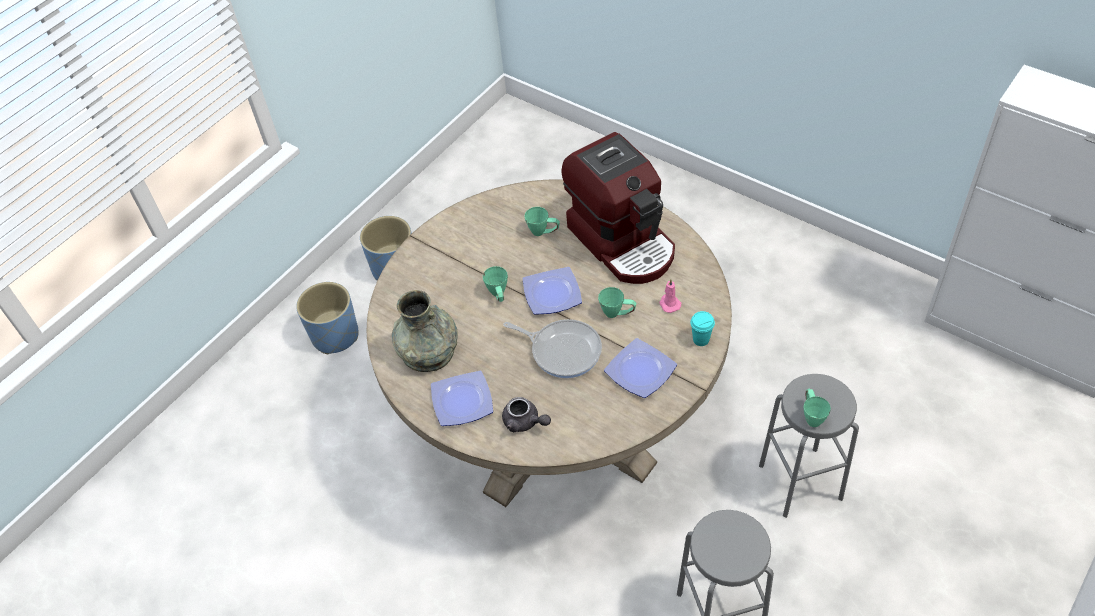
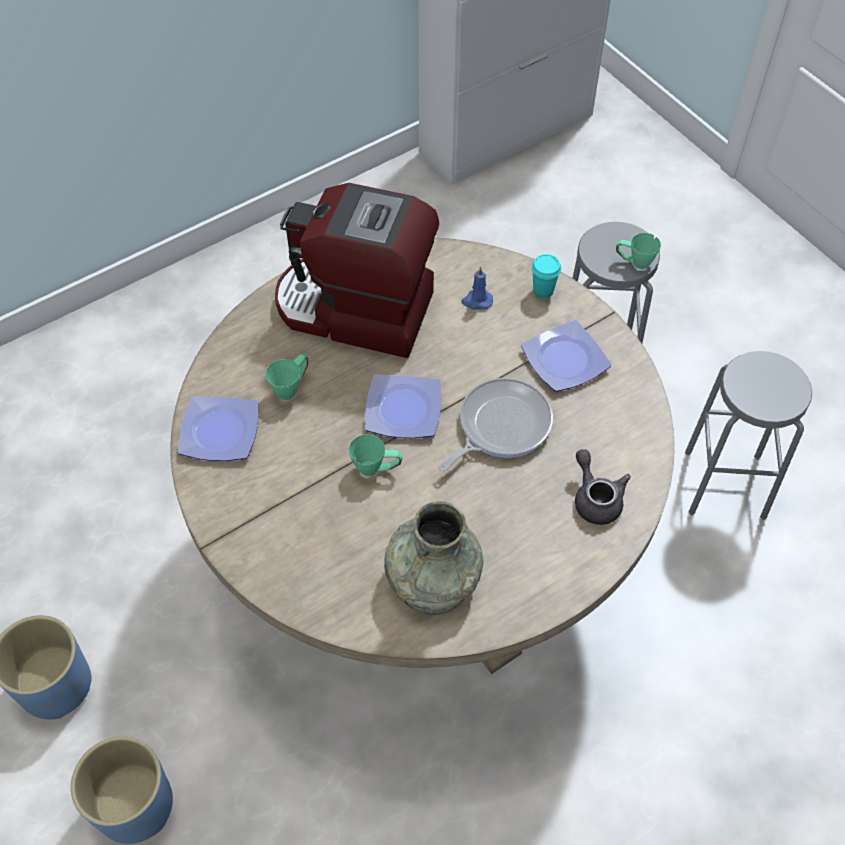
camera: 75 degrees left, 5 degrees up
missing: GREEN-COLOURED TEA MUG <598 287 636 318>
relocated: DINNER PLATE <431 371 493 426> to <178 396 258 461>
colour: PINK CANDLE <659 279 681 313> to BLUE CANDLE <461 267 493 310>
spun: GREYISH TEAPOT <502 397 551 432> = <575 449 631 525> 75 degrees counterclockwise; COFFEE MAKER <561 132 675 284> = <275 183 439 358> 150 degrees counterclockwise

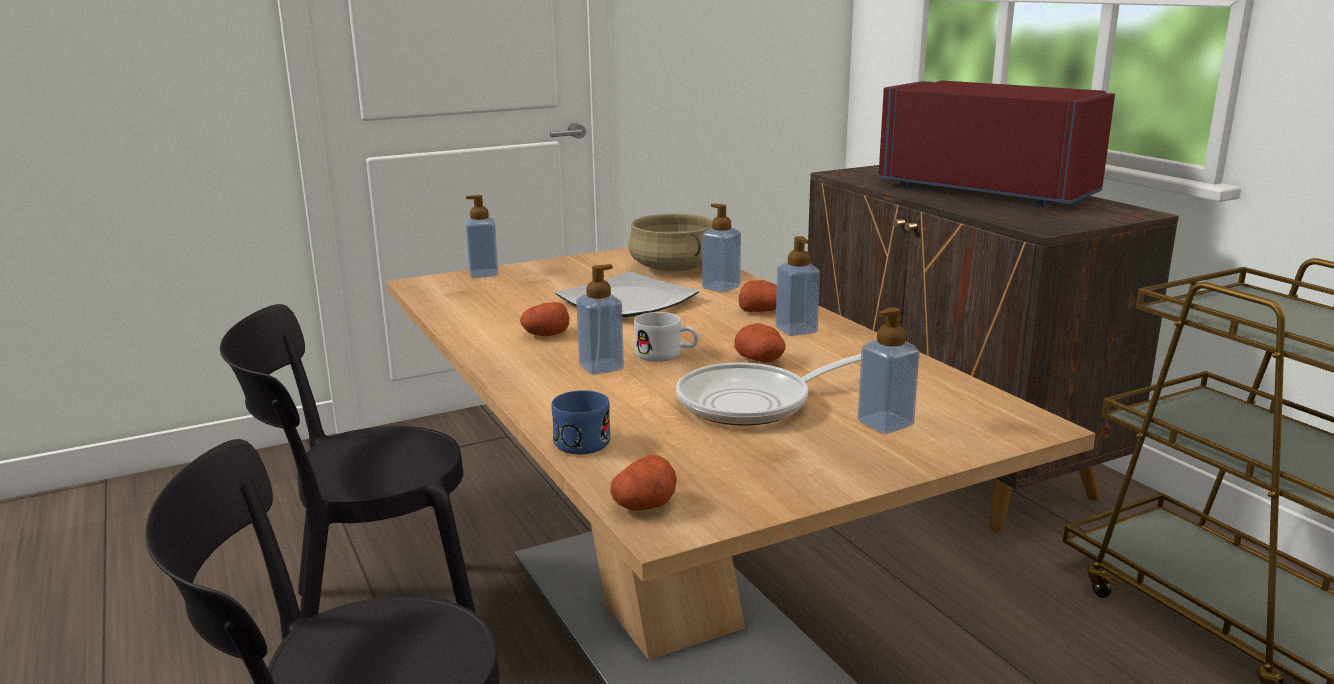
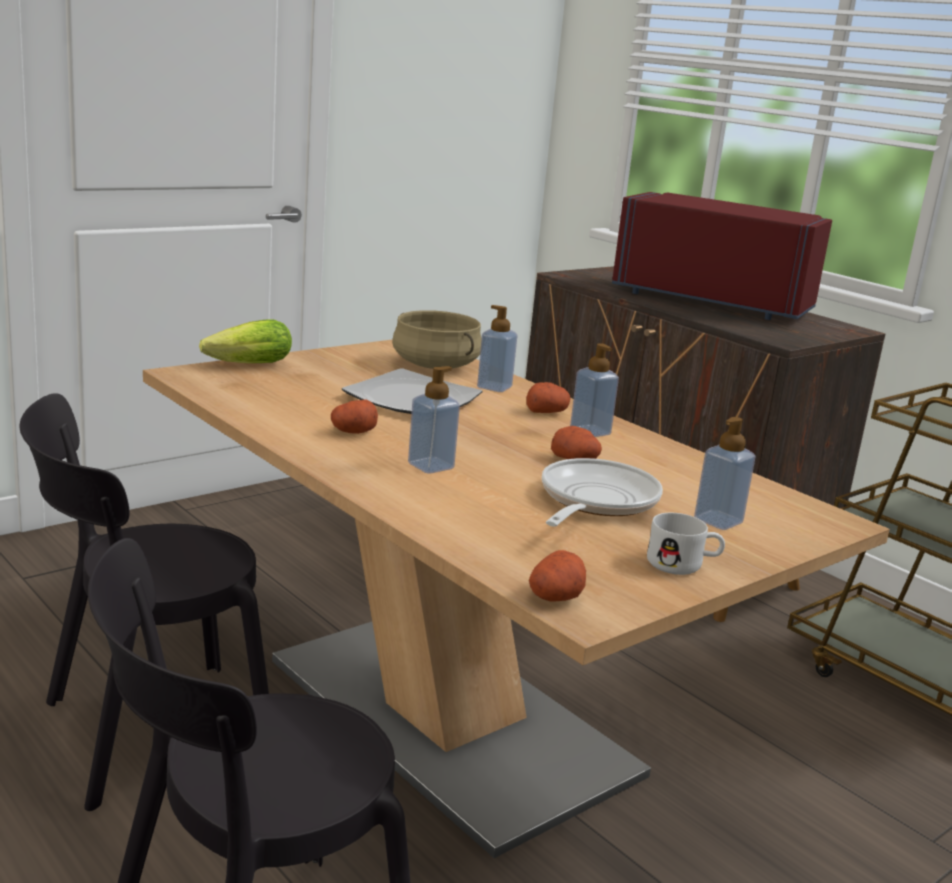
camera: 15 degrees left, 0 degrees up
missing: BLUE TEA MUG <552 390 611 454>
relocated: WHITE TEA MUG <634 312 699 362> to <647 513 725 575>
exchanged: SOAP BOTTLE <465 195 499 278> to HEAD OF LETTUCE <199 320 292 363>
spun: PAN <676 354 861 426> = <542 458 663 527> 150 degrees clockwise

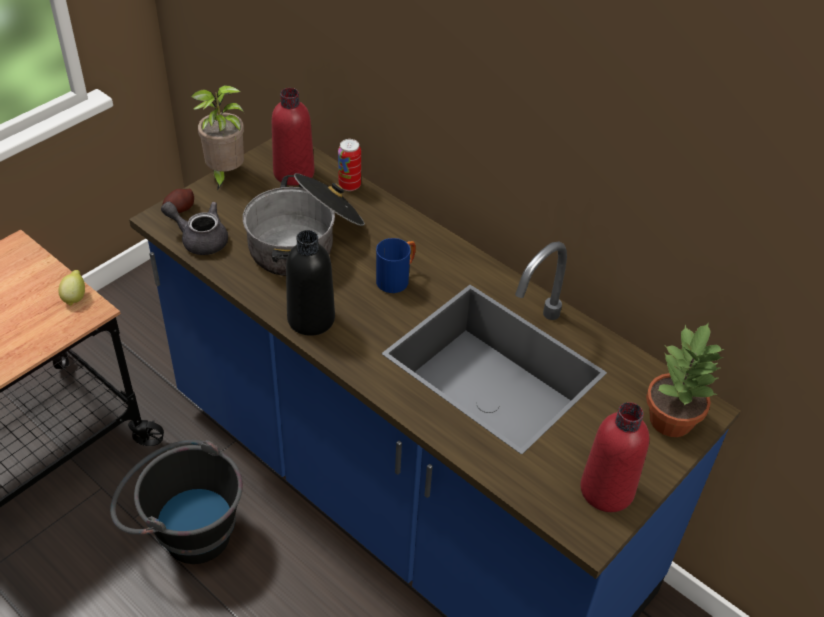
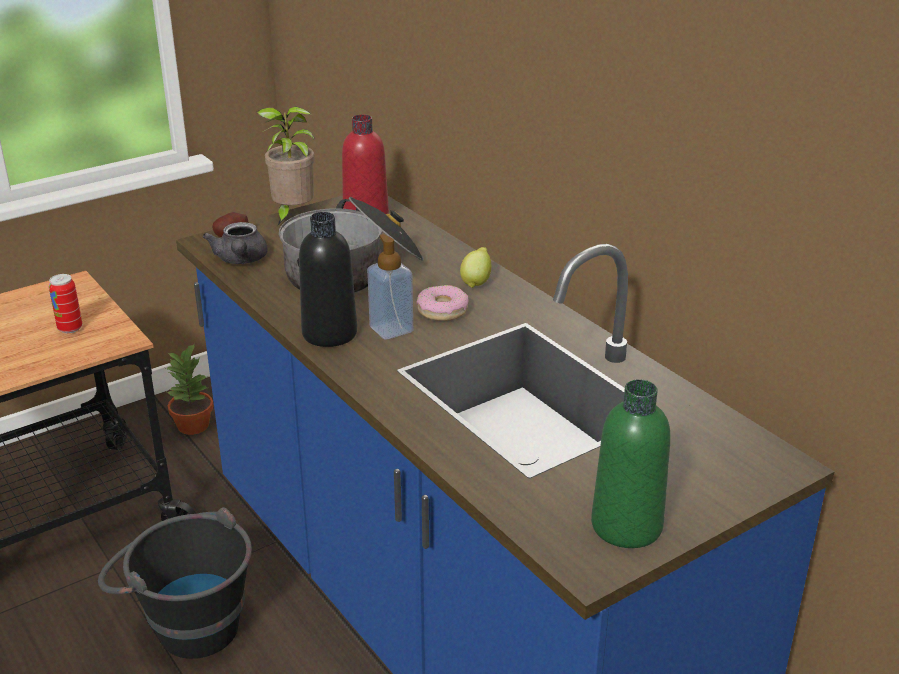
camera: 15 degrees right, 15 degrees down
appeared: SOAP BOTTLE <367 234 413 340>
relocated: WHOLE LEMON <58 270 85 306> to <460 247 491 288>; METAL CAN <338 139 361 191> to <49 274 82 333>; PLANT IN A POT <646 322 725 437> to <165 343 213 435>
exchanged: BLUE TEA MUG <376 238 416 293> to DOUGHNUT <417 285 469 321>
colour: REDDISH BEVERAGE BOTTLE <580 402 649 512> to GREEN-COLOURED BEVERAGE BOTTLE <591 379 671 548>
spun: GREYISH TEAPOT <161 201 228 255> = <203 222 267 264> 135 degrees counterclockwise

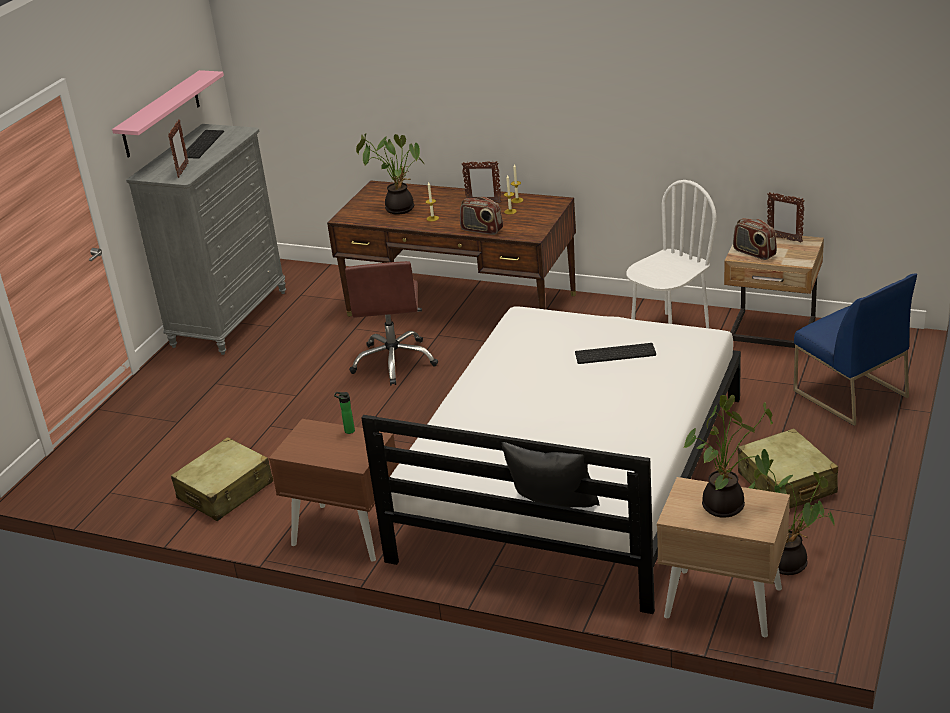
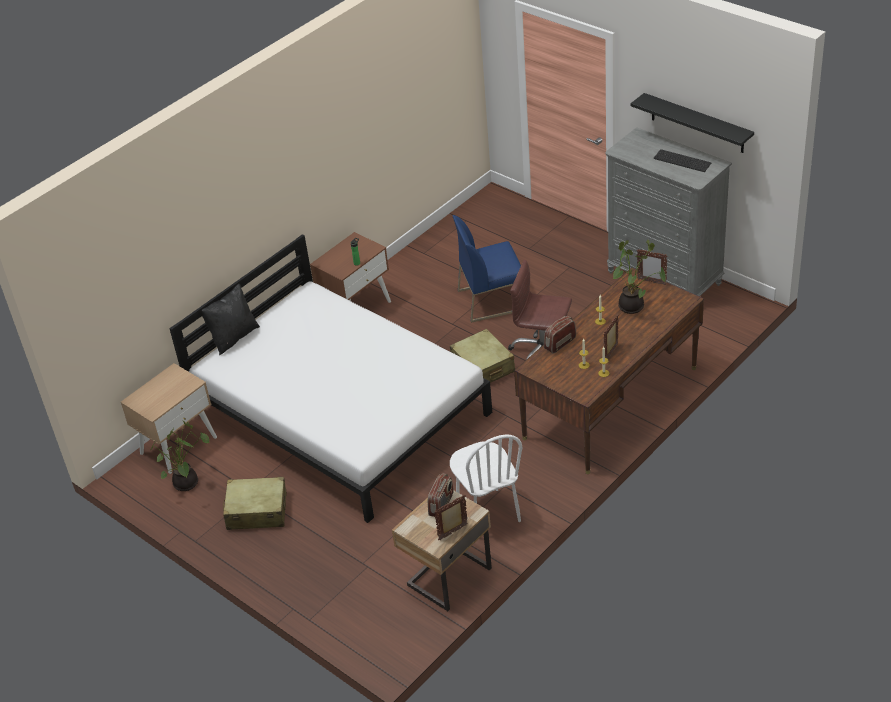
camera: 110 degrees right, 10 degrees up
missing: COMPUTER KEYBOARD <575 343 656 364>; PLANT IN A POT <683 395 773 518>
relocated: PICTURE FRAME <168 119 189 178> to <637 249 667 285>; BEIGE-COLOURED PIECE OF LUGGAGE <171 437 273 521> to <450 329 515 383>; BLUE UPRIGHT CHAIR <793 273 917 426> to <452 215 521 323>
colour: PINK BRACKET SHELF <112 70 224 158> to BLACK BRACKET SHELF <631 93 754 153>
spun: RADIO SET <733 218 777 260> = <428 473 454 517> 135 degrees clockwise

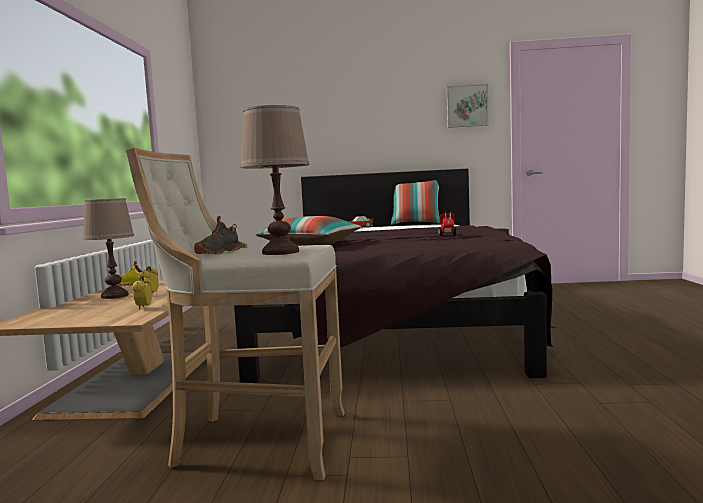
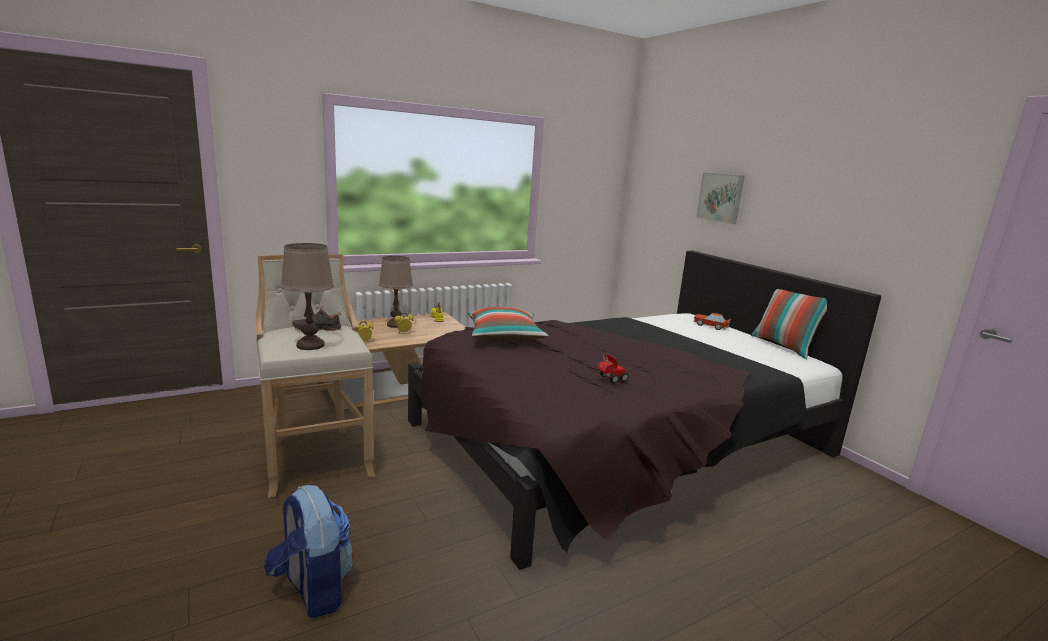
camera: 55 degrees right, 10 degrees up
appeared: RUCKSACK <264 485 353 618>
relocated: WALL ART <447 84 489 128> to <696 172 744 224>

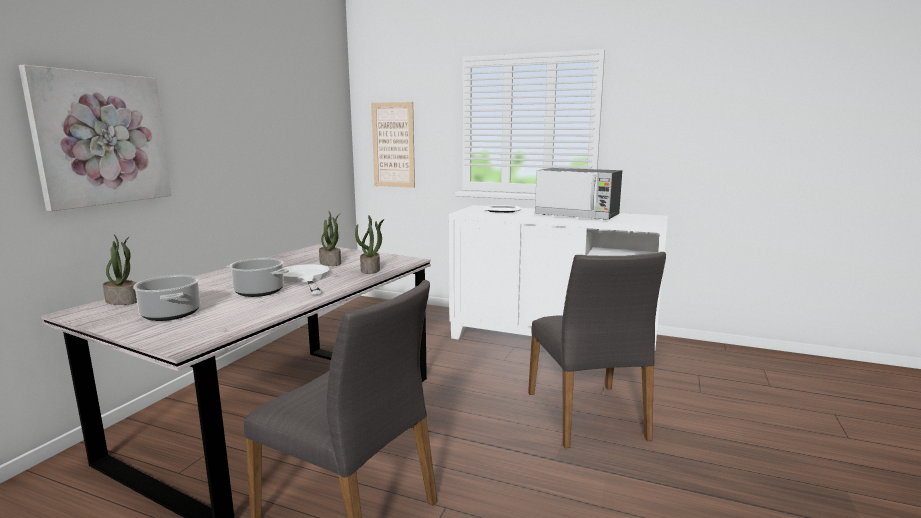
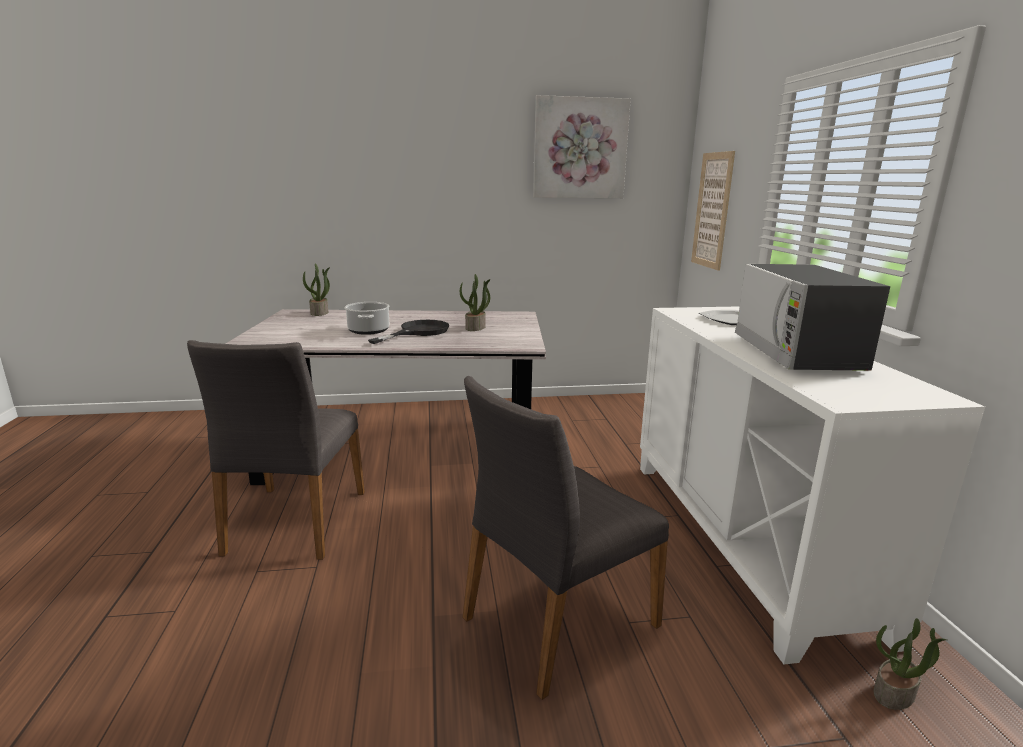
camera: 60 degrees right, 5 degrees up
missing: STOCKPOT <133 275 200 321>
relocated: WALL ART <19 65 172 211> to <533 95 631 198>; PLANT IN A POT <355 215 384 274> to <873 618 947 710>
colour: WHITE PAN <283 264 329 295> to BLACK PAN <368 320 449 344>

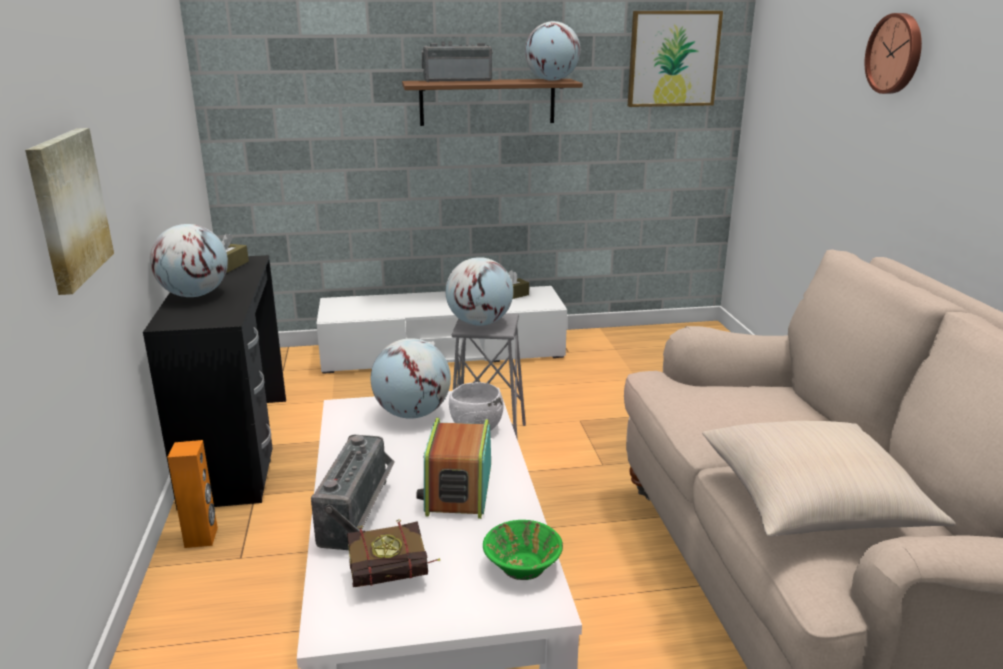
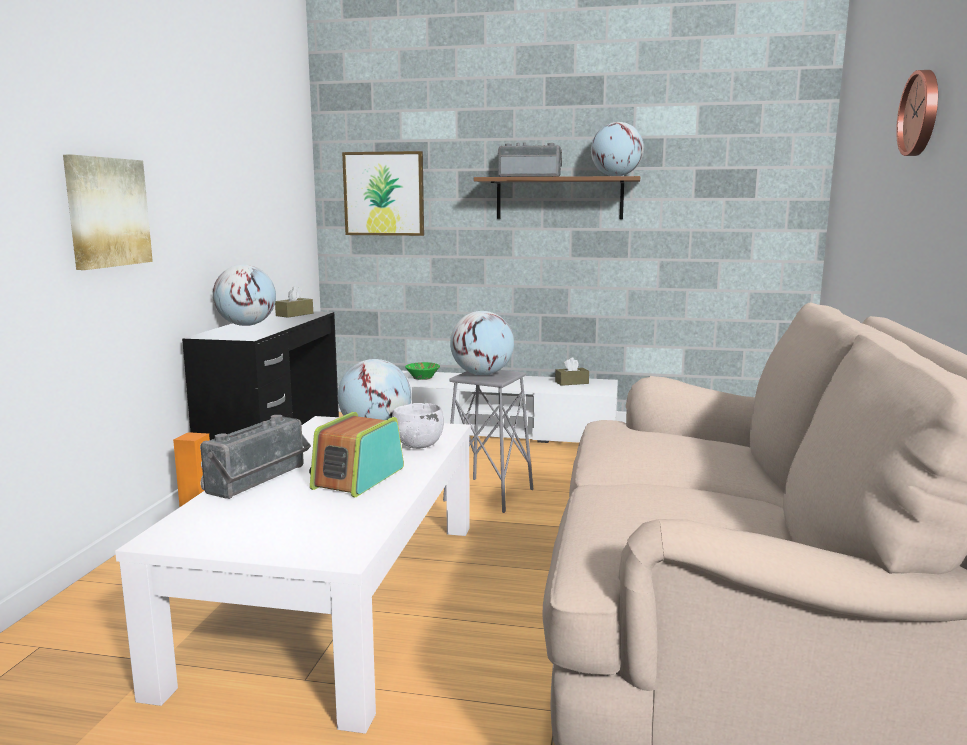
camera: 20 degrees right, 10 degrees down
missing: BOUND BOOK <347 519 440 587>; BEIGE-COLOURED CUSHION <702 421 956 537>
relocated: GREEN-COLOURED SERVING BOWL <483 520 563 580> to <405 362 440 380>; WALL ART <628 11 723 107> to <342 151 424 236>

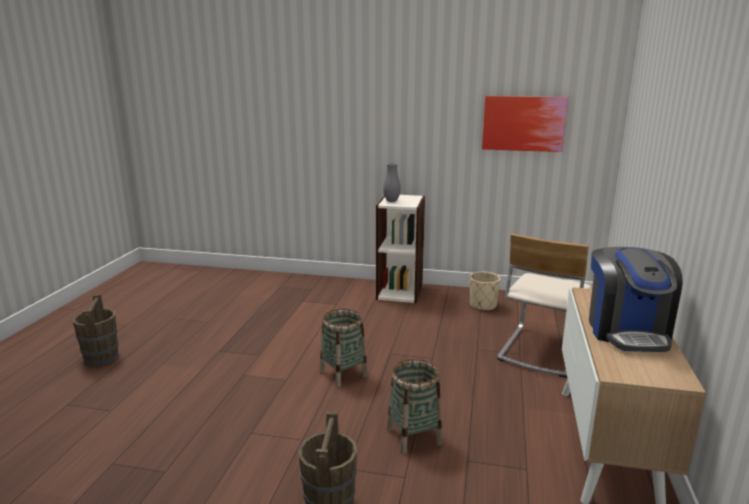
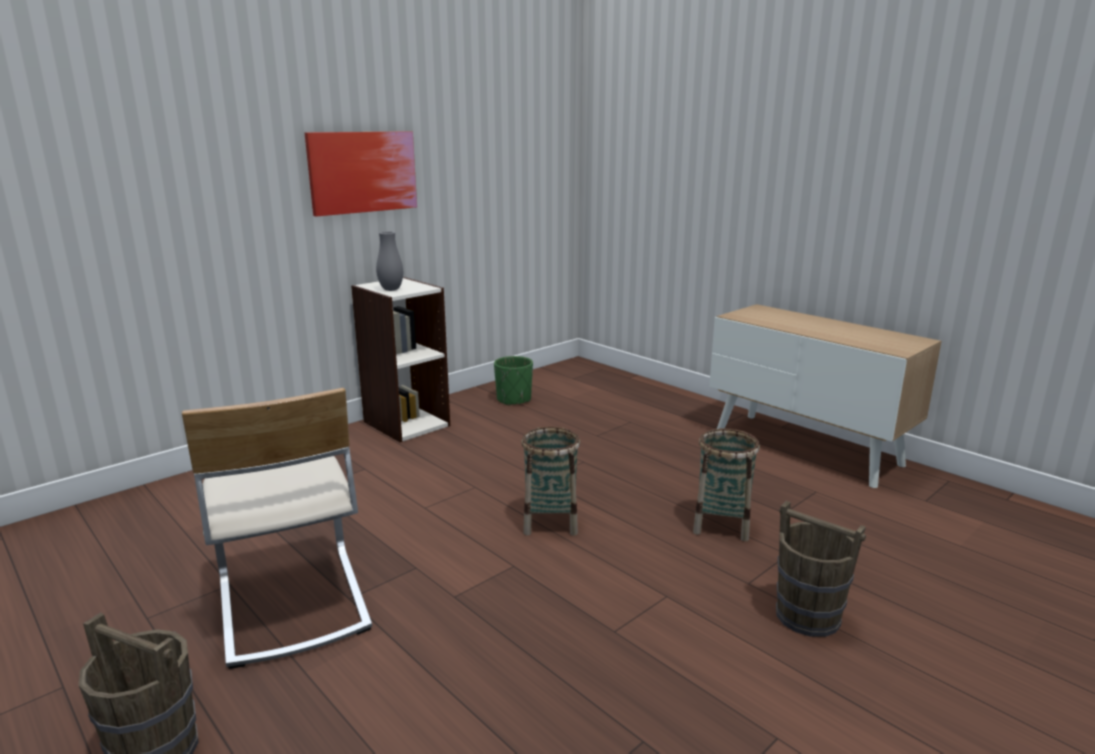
camera: 55 degrees left, 0 degrees up
missing: COFFEE MAKER <589 247 683 352>
relocated: WALL ART <482 96 568 152> to <305 131 417 217>; BEIGE-COLOURED UPRIGHT CHAIR <497 234 592 378> to <182 388 372 669>
colour: BEIGE-COLOURED FLOWER POT <470 272 501 311> to GREEN-COLOURED FLOWER POT <494 356 533 406>

